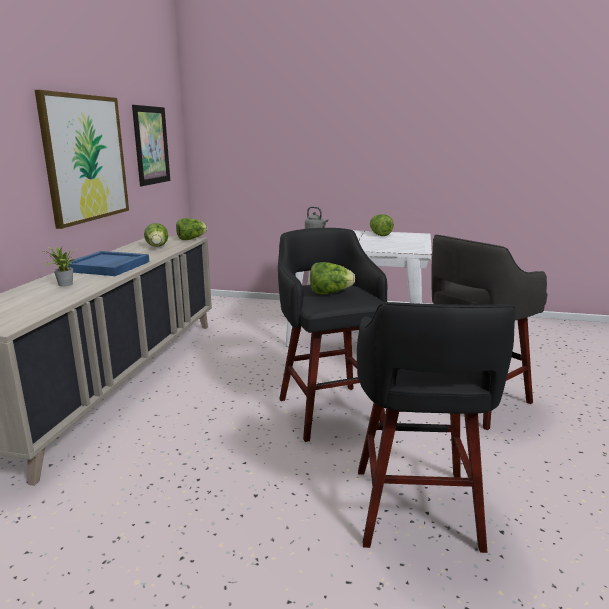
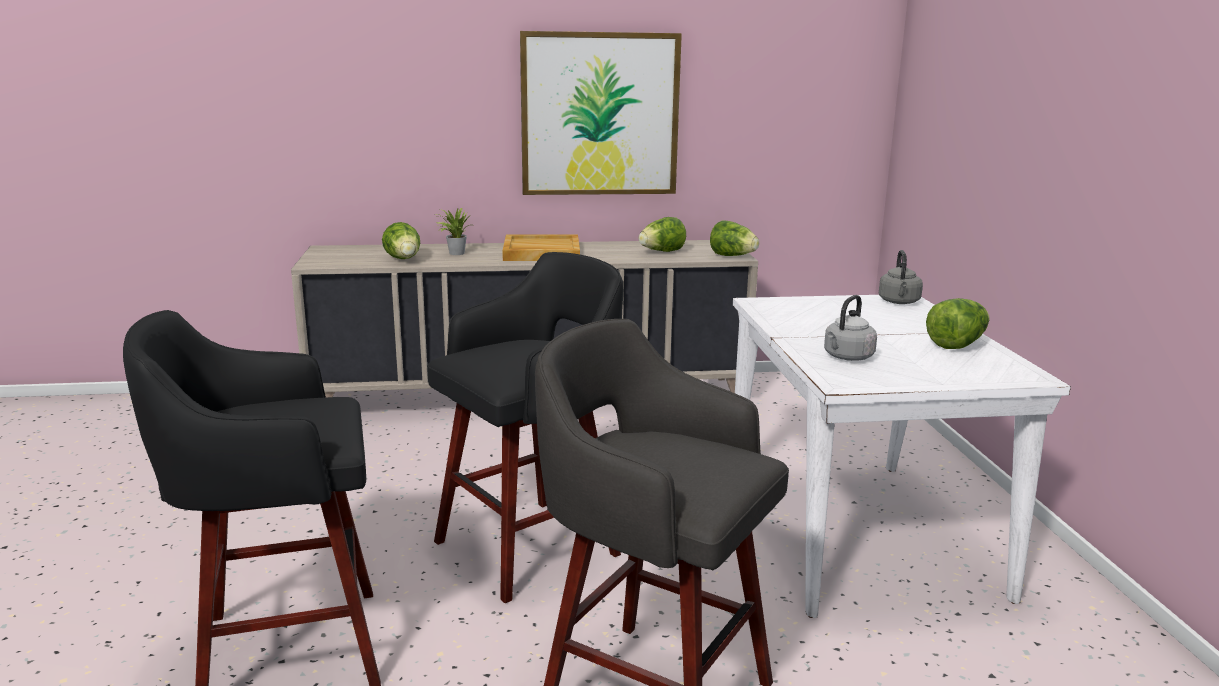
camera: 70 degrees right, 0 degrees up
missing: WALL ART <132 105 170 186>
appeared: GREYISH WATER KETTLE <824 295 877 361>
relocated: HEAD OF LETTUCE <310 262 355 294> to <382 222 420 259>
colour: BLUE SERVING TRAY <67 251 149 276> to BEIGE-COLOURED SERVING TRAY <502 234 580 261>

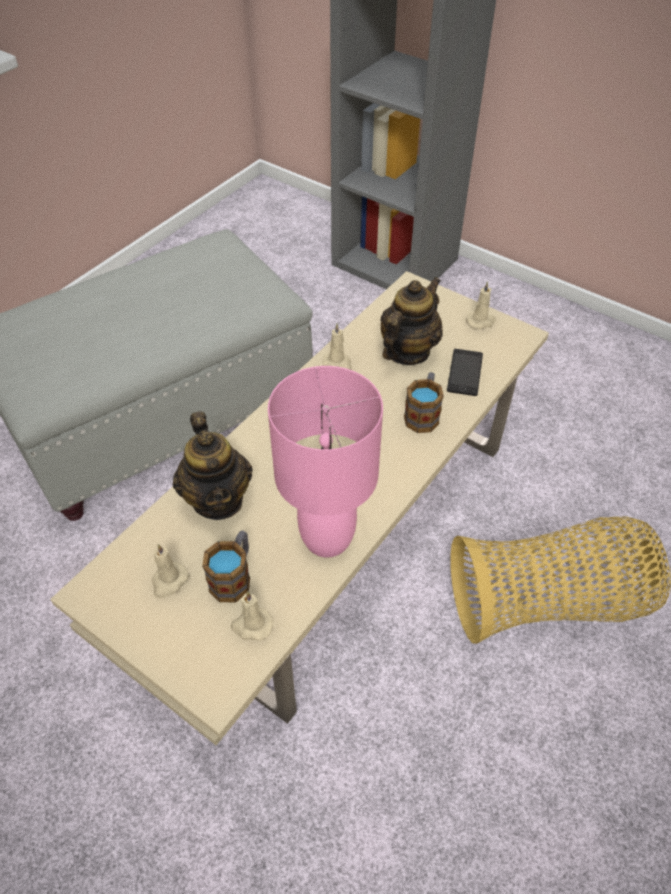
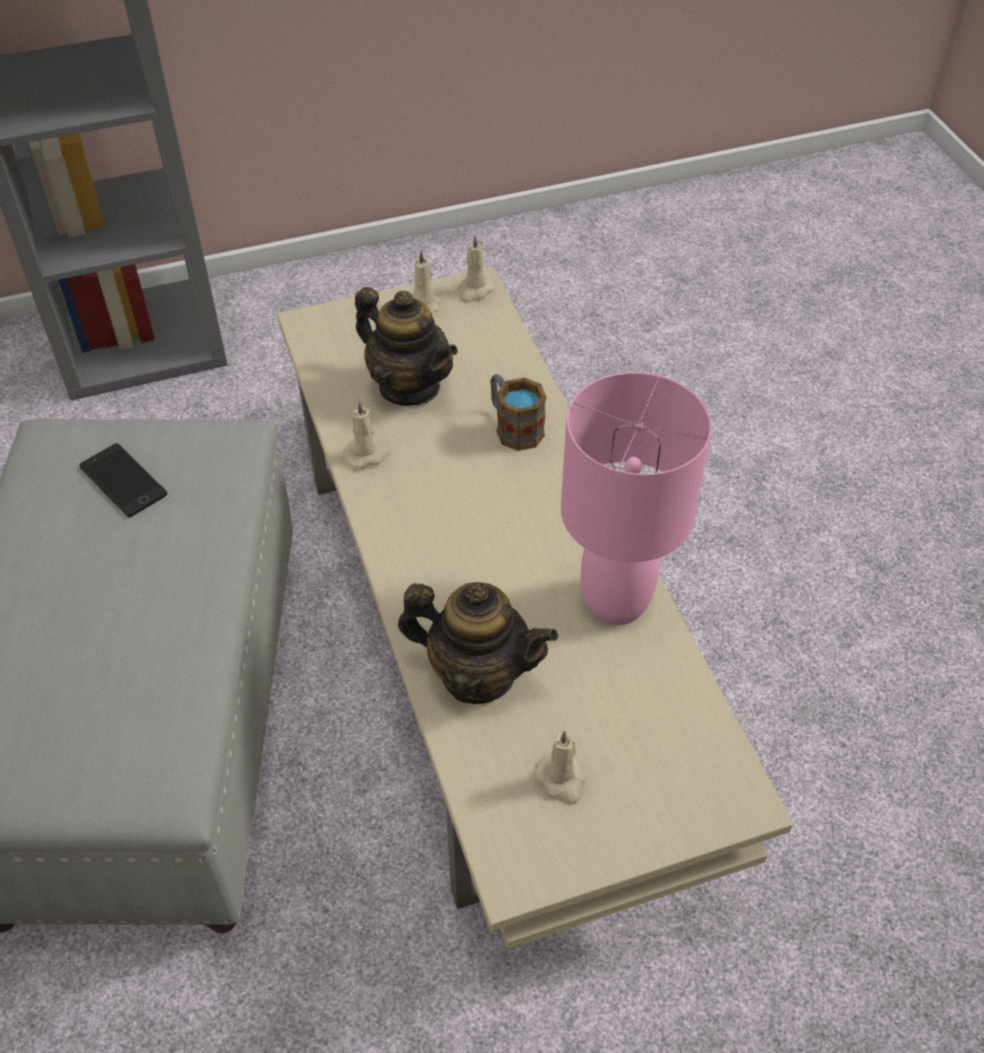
camera: 55 degrees left, 0 degrees up
missing: TEA MUG <202 530 250 602>; STORAGE BASKET <450 516 671 644>
relocated: BEIGE-COLOURED CANDLE <230 591 273 641> to <458 235 495 303>; HANDSET <447 349 483 396> to <79 443 167 517>
spun: TEAPOT <380 277 443 365> = <355 287 458 406> 150 degrees clockwise

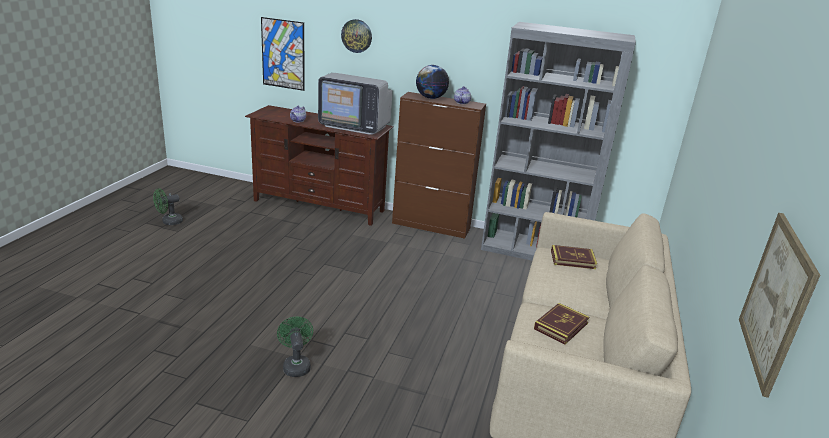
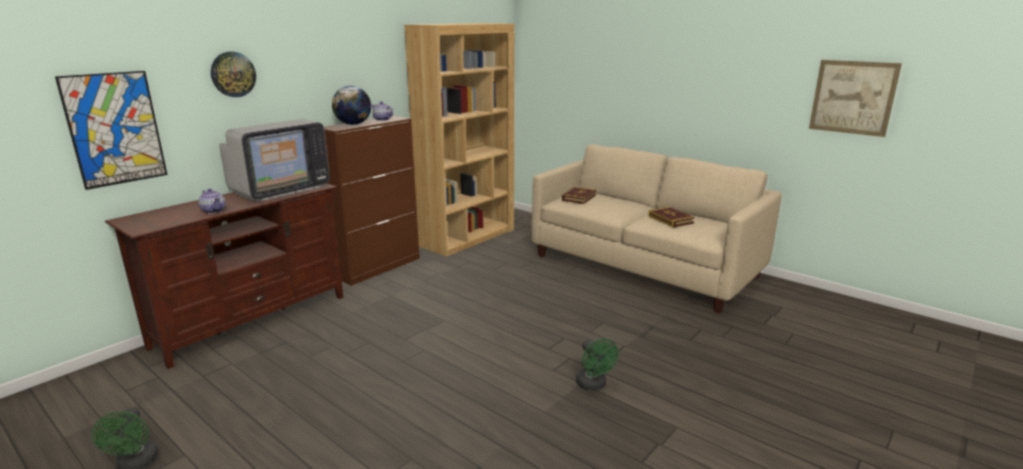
camera: 65 degrees left, 5 degrees down
colour: GREYISH BOOKCASE <481 22 636 261> to BROWN-COLOURED BOOKCASE <404 23 514 257>
spun: GREEN-COLOURED ELECTRIC FAN <277 316 313 377> = <576 339 618 391> 120 degrees counterclockwise

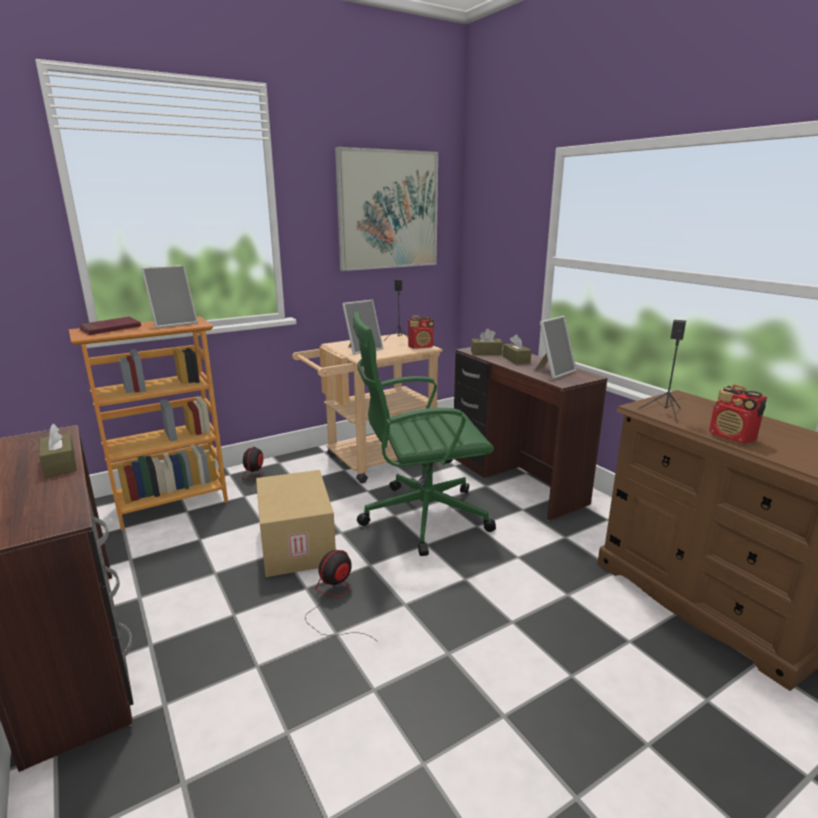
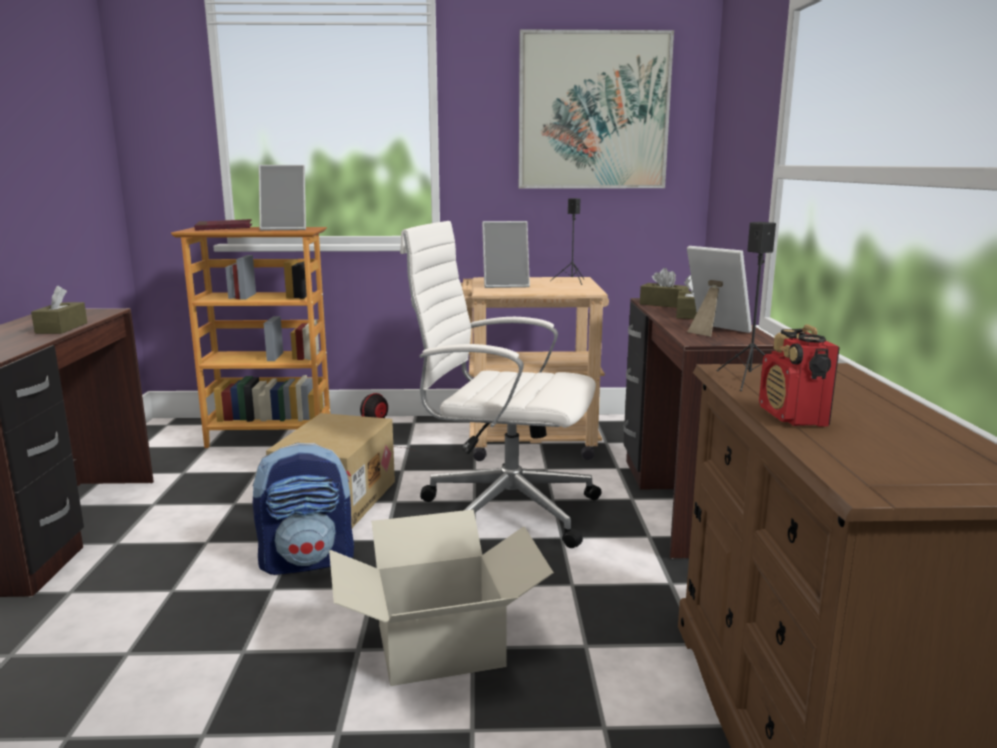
camera: 30 degrees right, 5 degrees down
missing: RADIO SET <408 316 434 349>
appeared: PACKING BOX <329 509 554 686>
exchanged: ELECTRIC FAN <305 550 378 642> to RUCKSACK <253 443 354 575>
colour: GREEN-COLOURED DESK CHAIR <353 312 496 556> to WHITE DESK CHAIR <400 221 601 548>
spun: PICTURE FRAME <534 316 576 379> = <687 246 752 337> 120 degrees counterclockwise

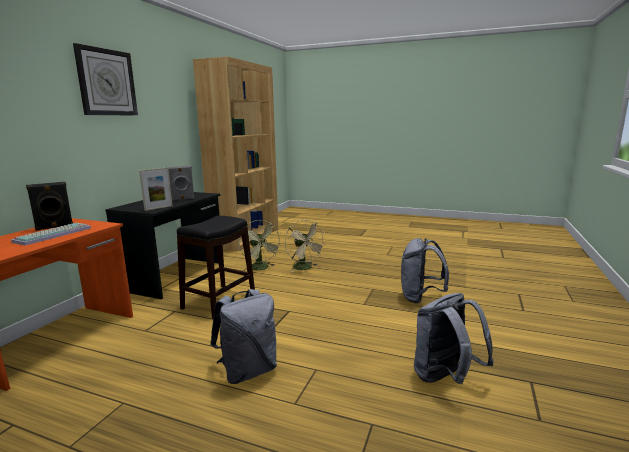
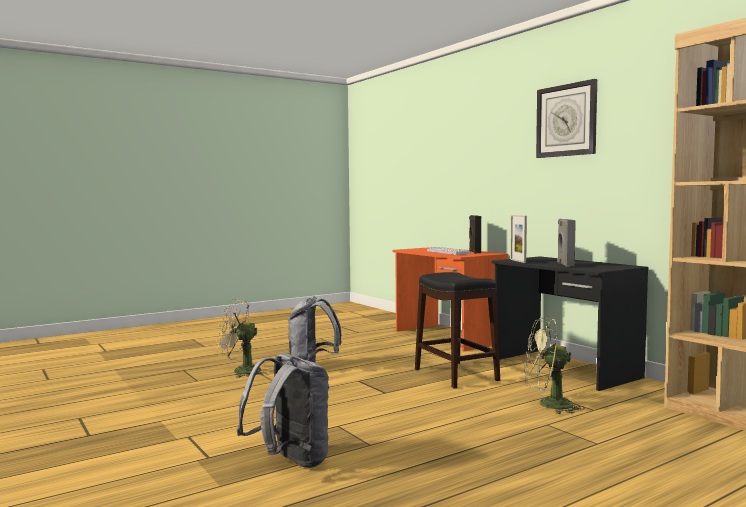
camera: 125 degrees right, 10 degrees down
missing: GREYISH RUCKSACK <414 293 494 384>
relocated: BEIGE-COLOURED ELECTRIC FAN <285 220 326 272> to <216 299 267 378>

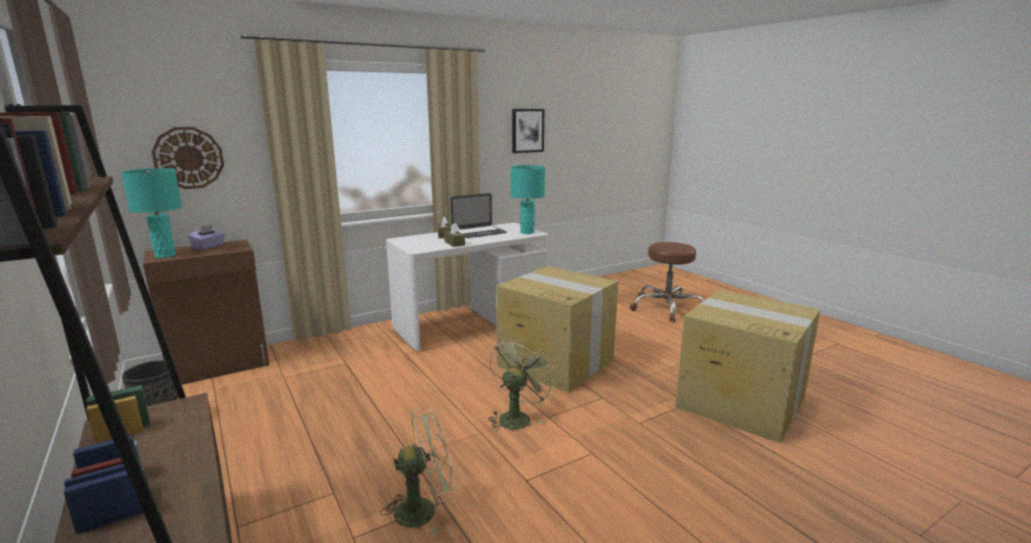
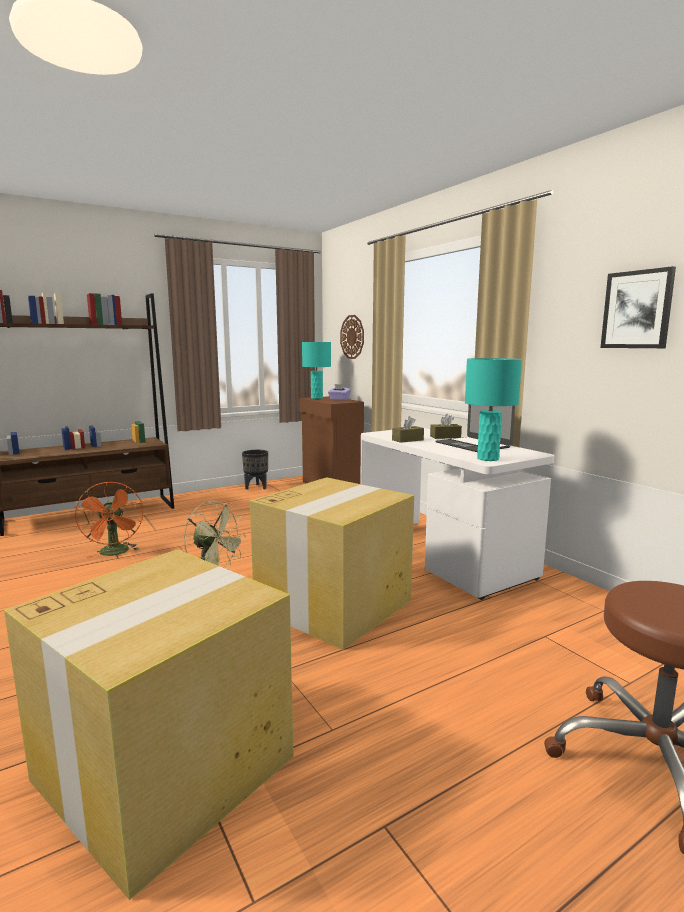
camera: 90 degrees right, 5 degrees down
colour: GREEN-COLOURED ELECTRIC FAN <381 407 455 535> to ORANGE-COLOURED ELECTRIC FAN <75 482 143 558>

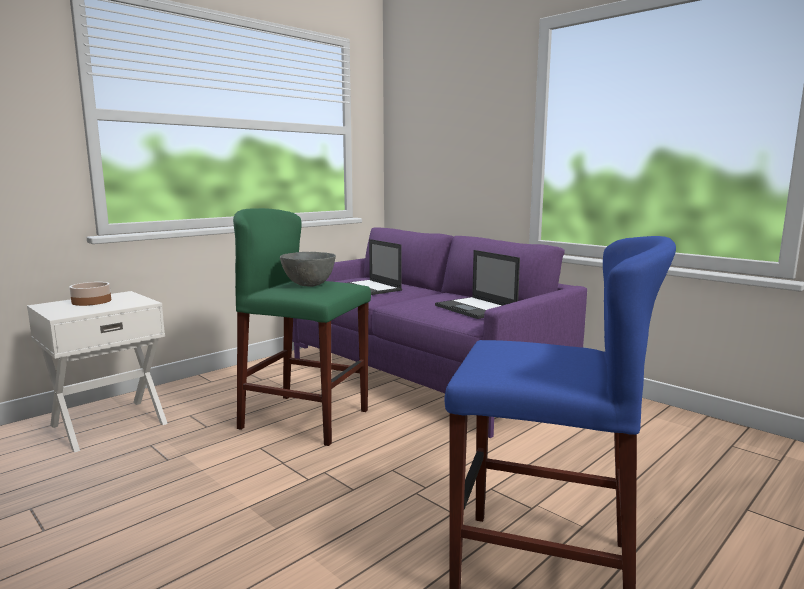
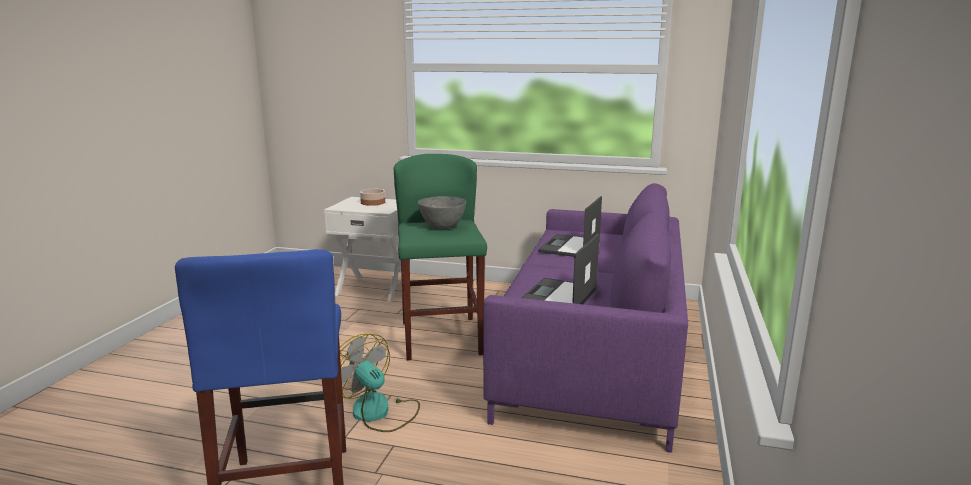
camera: 60 degrees right, 5 degrees up
appeared: ELECTRIC FAN <340 334 420 432>

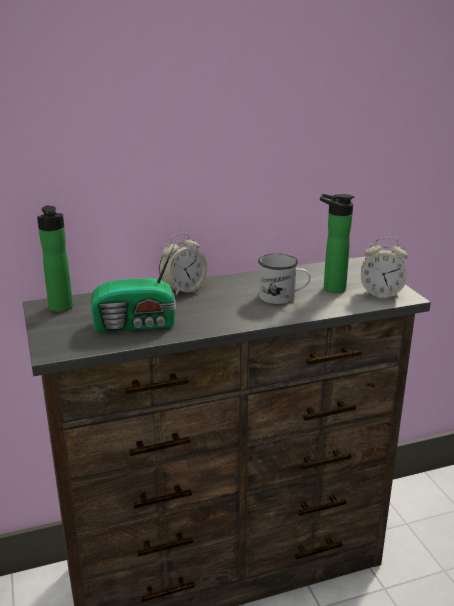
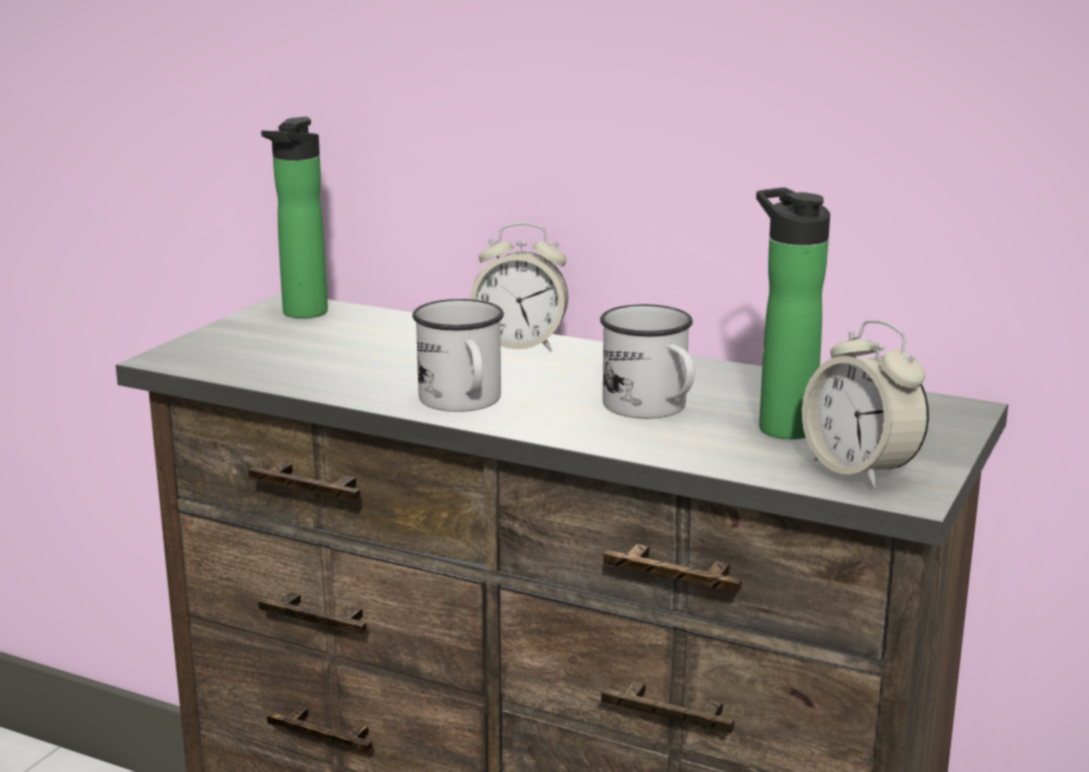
camera: 45 degrees right, 5 degrees down
missing: RADIO SET <91 241 176 333>
appeared: WHITE TEA MUG <412 299 504 412>

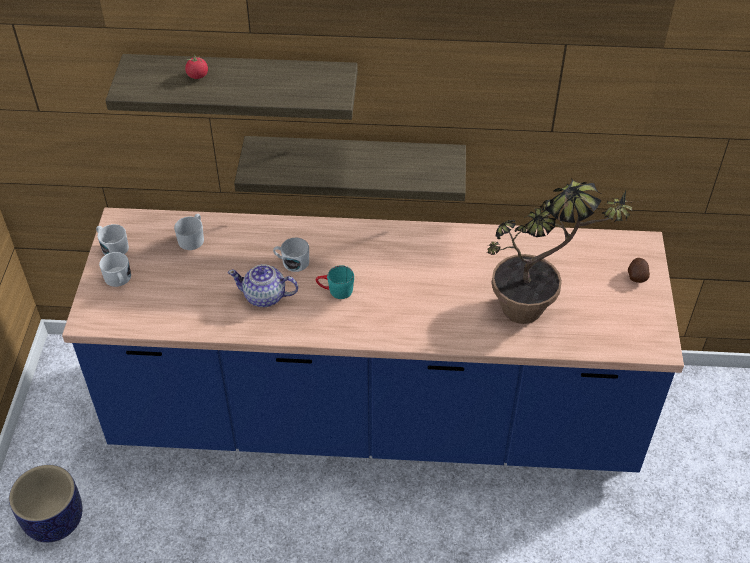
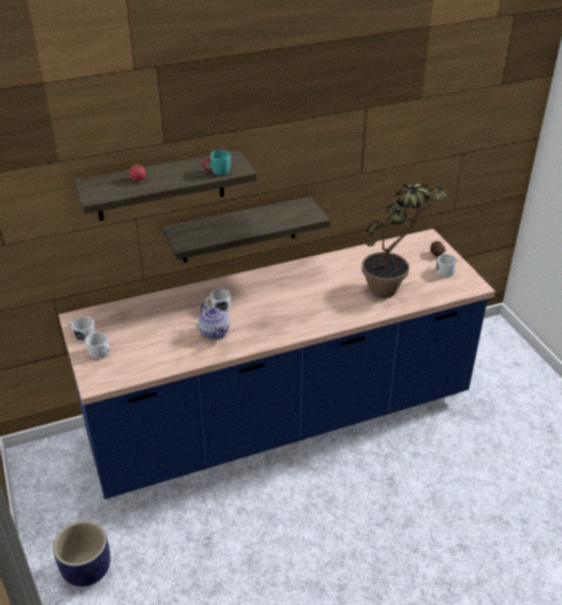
camera: 25 degrees left, 10 degrees down
relocated: WHITE TEA MUG <174 214 204 250> to <436 252 457 277>; BLUE-GREEN TEA MUG <316 265 354 299> to <201 149 231 175>
spun: TEAPOT <228 264 298 307> = <198 303 230 339> 105 degrees counterclockwise

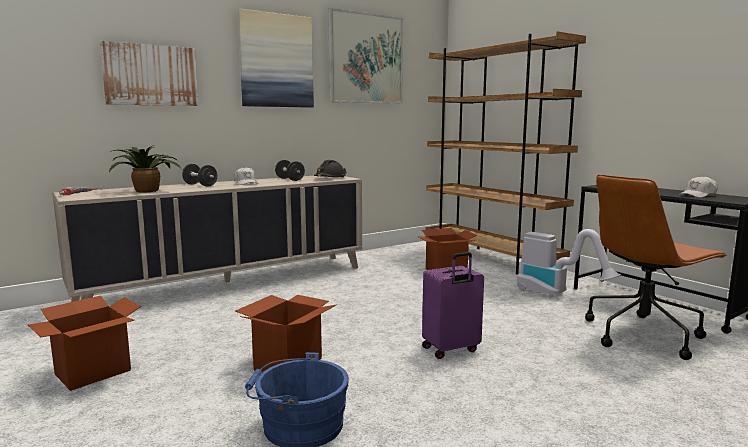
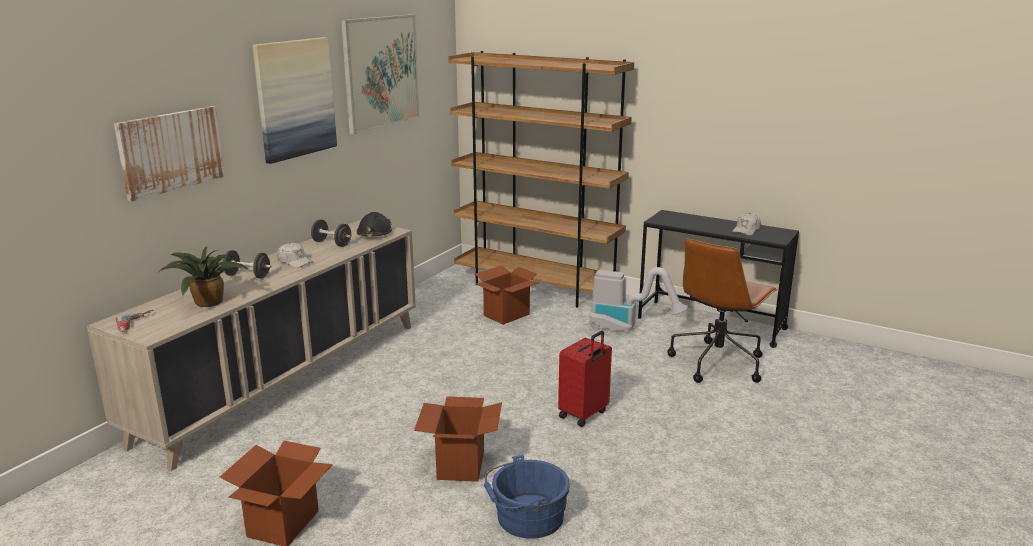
camera: 25 degrees left, 10 degrees up
colour: PURPLISH PIECE OF LUGGAGE <422 252 484 359> to REDDISH PIECE OF LUGGAGE <558 331 612 427>

